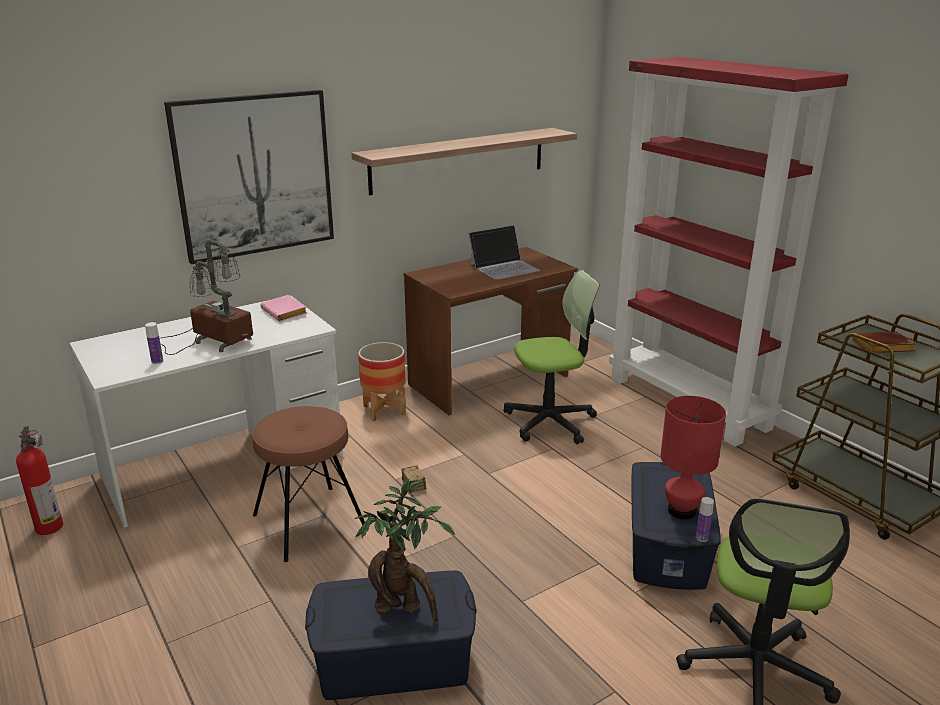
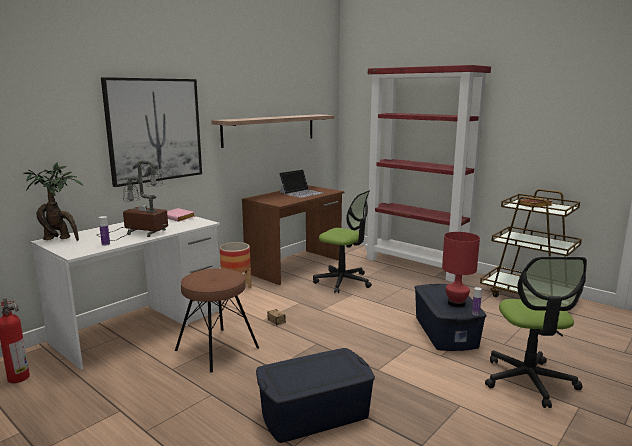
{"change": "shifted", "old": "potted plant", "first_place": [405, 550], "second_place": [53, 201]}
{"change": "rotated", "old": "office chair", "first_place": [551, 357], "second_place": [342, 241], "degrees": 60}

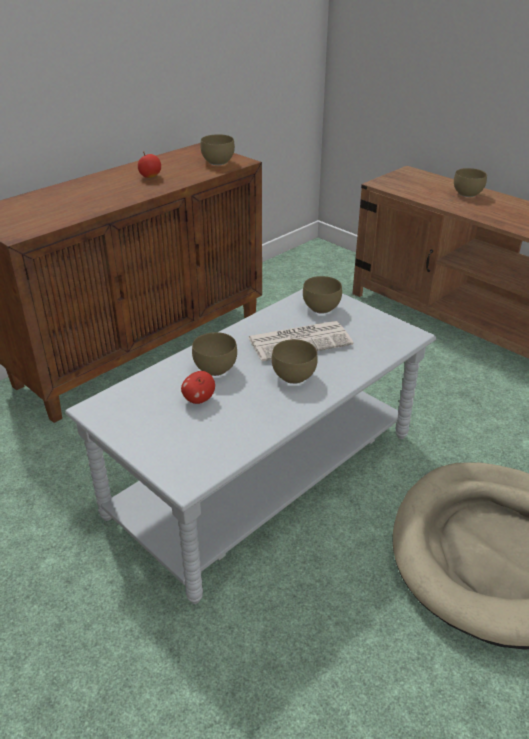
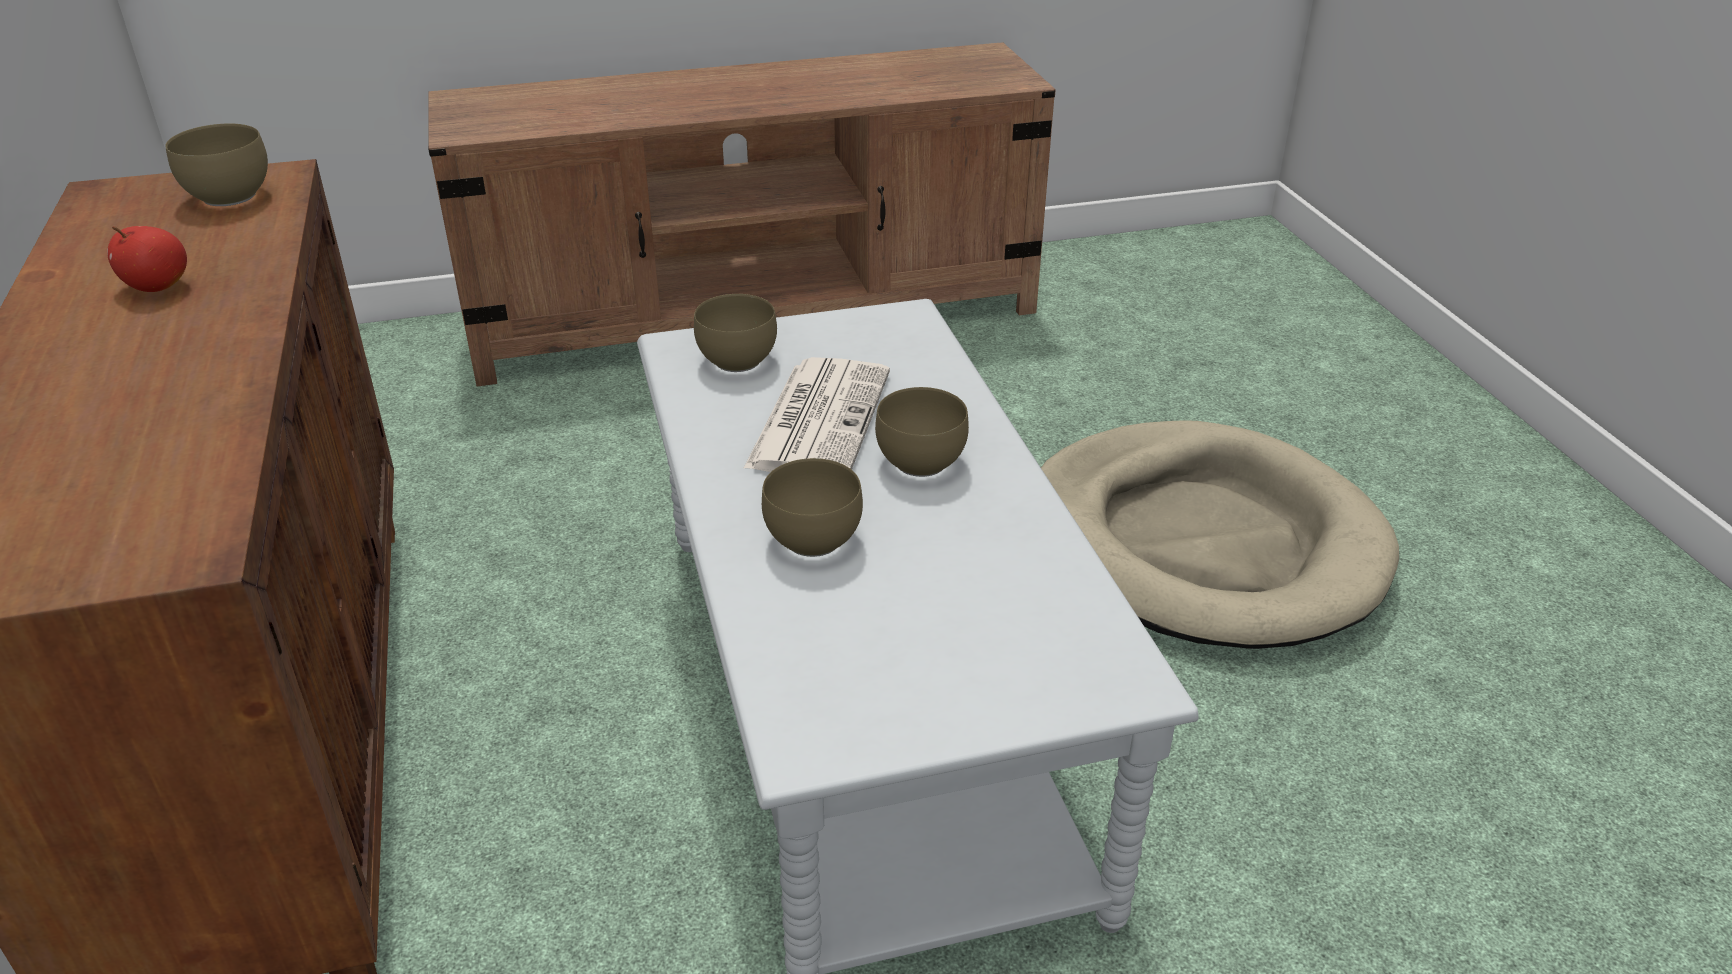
{"change": "gone", "old": "apple", "first_place": [198, 387]}
{"change": "gone", "old": "brown bowl", "first_place": [470, 182]}

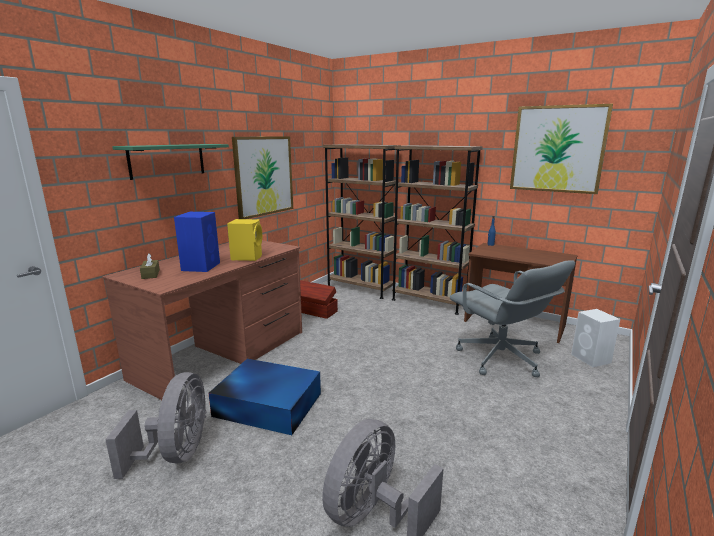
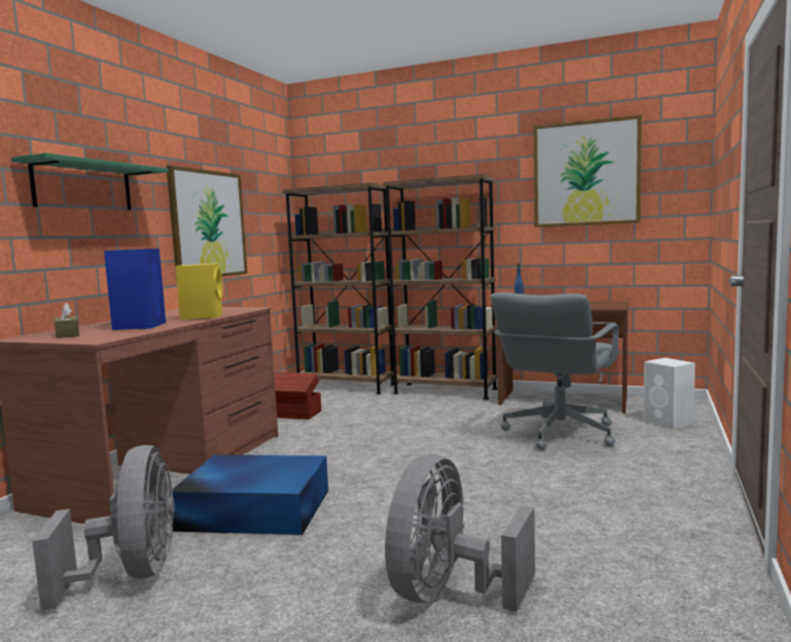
{"change": "rotated", "old": "grey office chair", "first_place": [512, 318], "second_place": [555, 371], "degrees": 75}

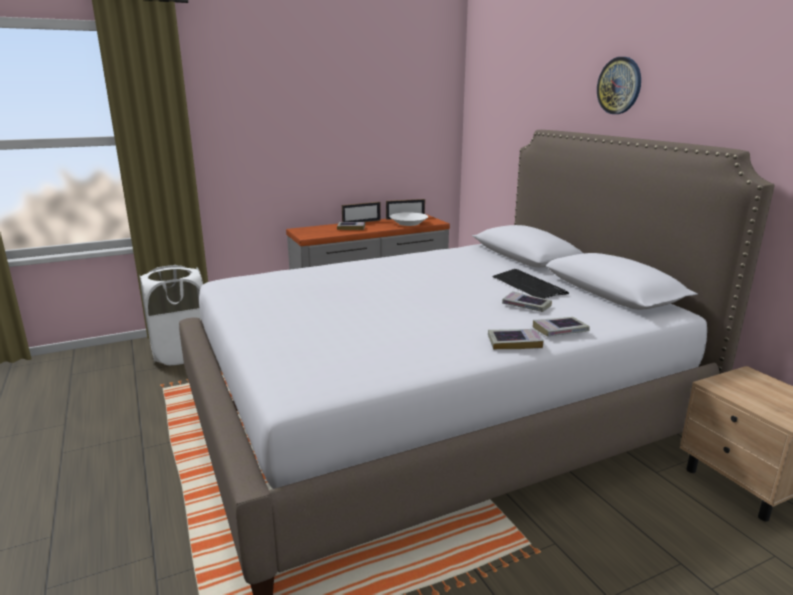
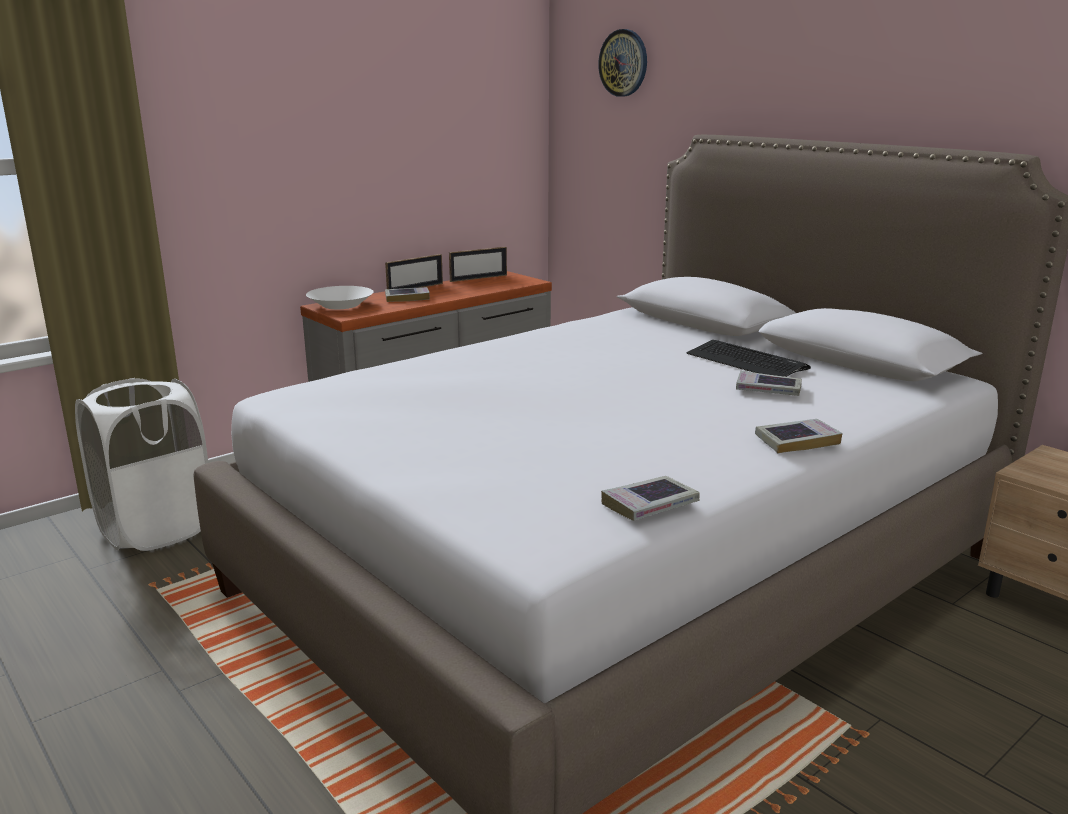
{"change": "shifted", "old": "white bowl", "first_place": [409, 219], "second_place": [340, 297]}
{"change": "shifted", "old": "book", "first_place": [561, 326], "second_place": [650, 498]}
{"change": "shifted", "old": "wall clock", "first_place": [619, 85], "second_place": [622, 63]}

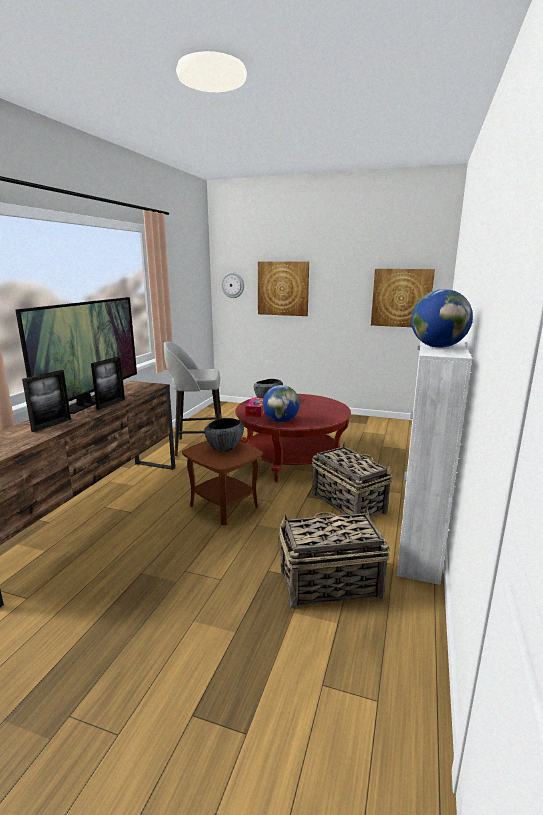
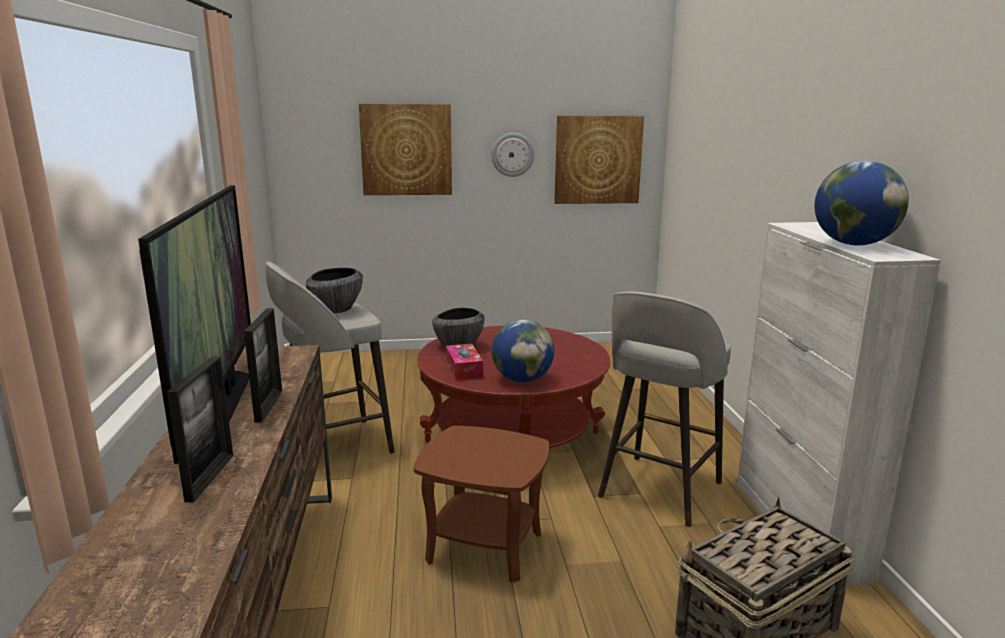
{"change": "shifted", "old": "bowl", "first_place": [224, 435], "second_place": [334, 290]}
{"change": "shifted", "old": "wall clock", "first_place": [232, 285], "second_place": [513, 155]}
{"change": "swapped", "old": "basket", "new": "grey stool", "first_place": [352, 479], "second_place": [664, 409]}

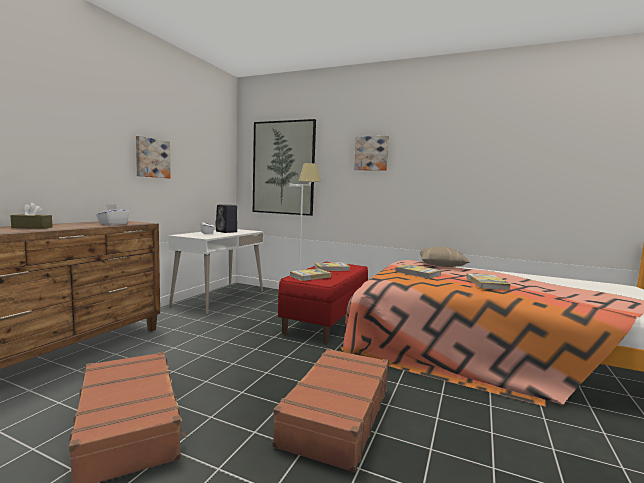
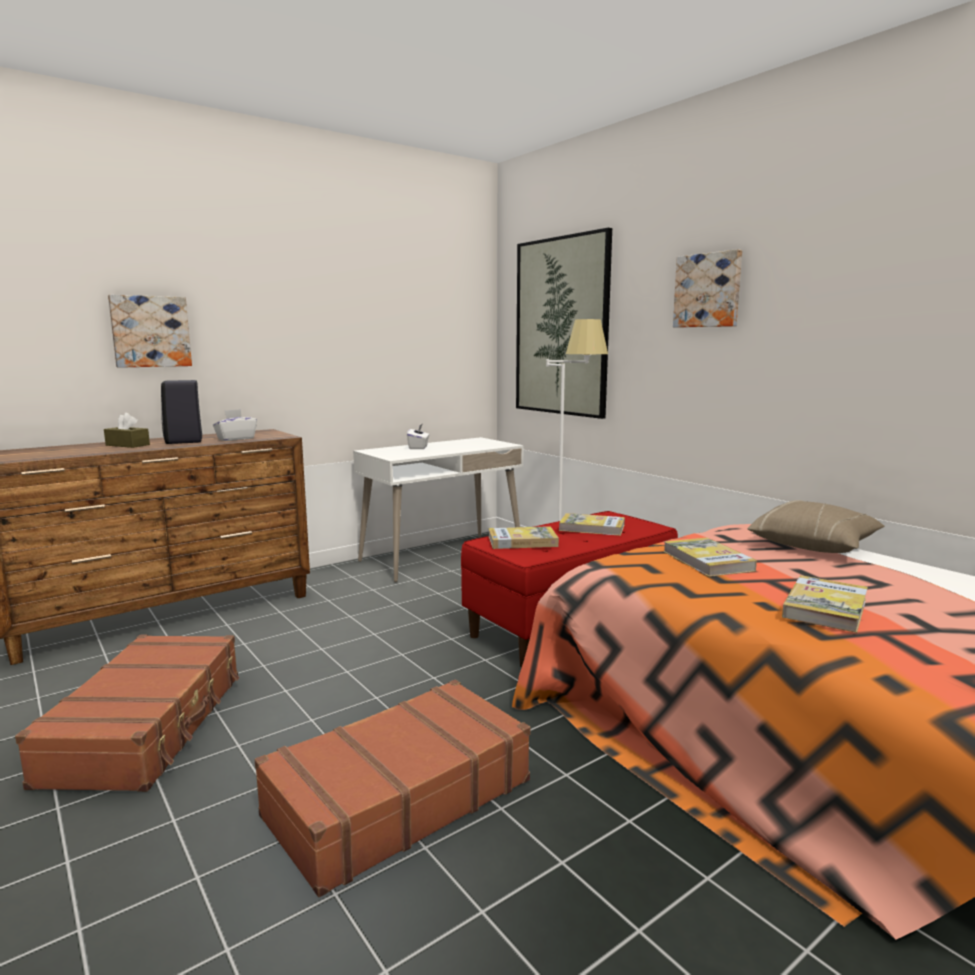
{"change": "shifted", "old": "picture", "first_place": [153, 157], "second_place": [150, 331]}
{"change": "shifted", "old": "black speaker", "first_place": [226, 219], "second_place": [181, 412]}

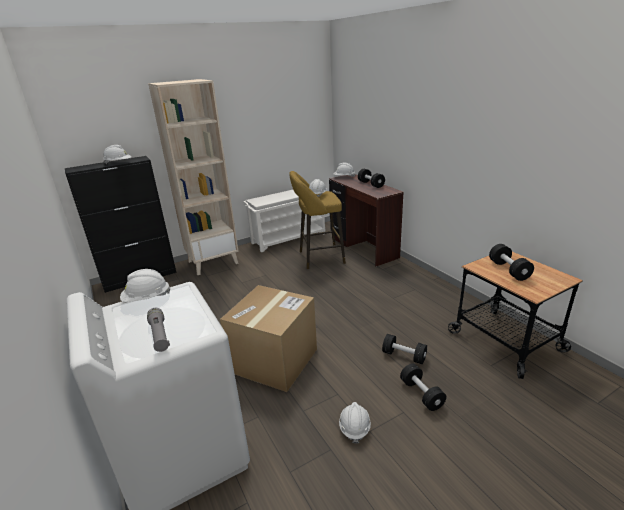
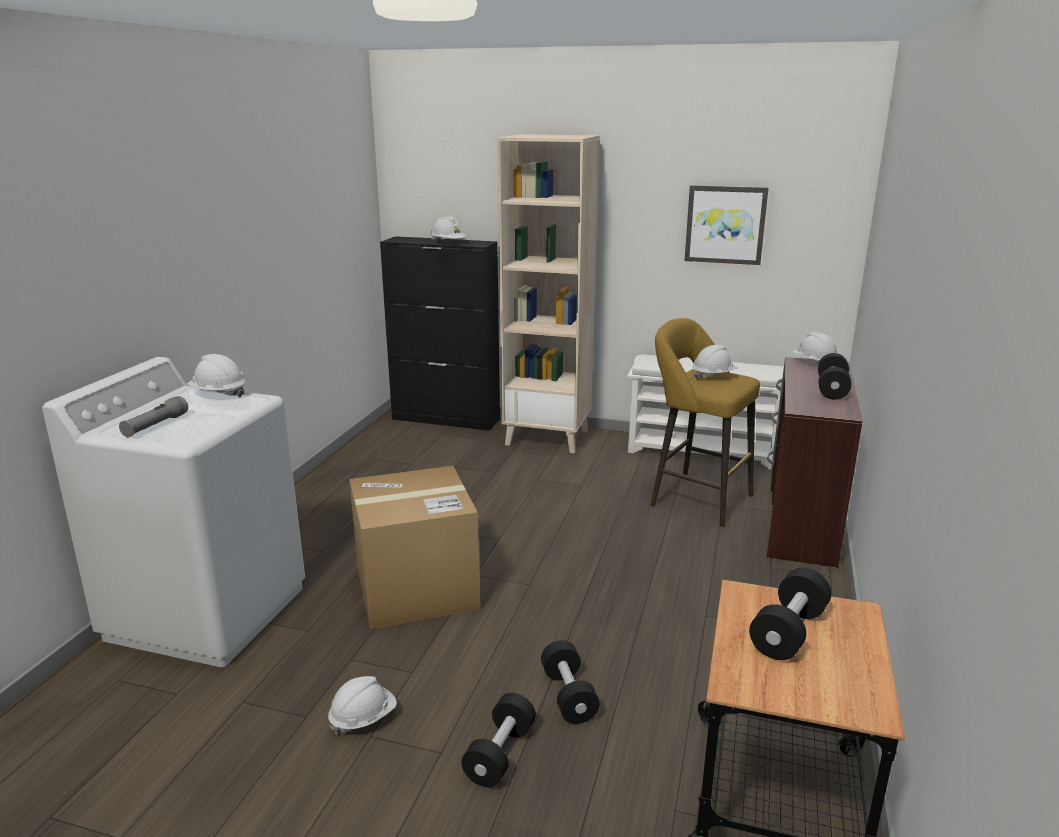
{"change": "new", "new": "picture", "second_place": [726, 225]}

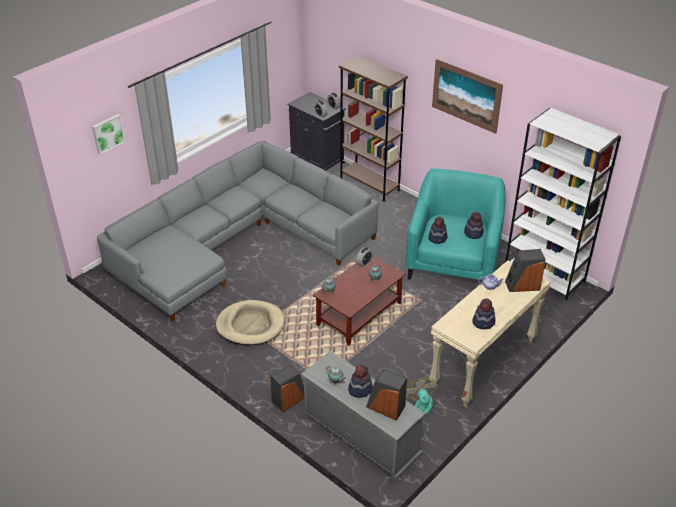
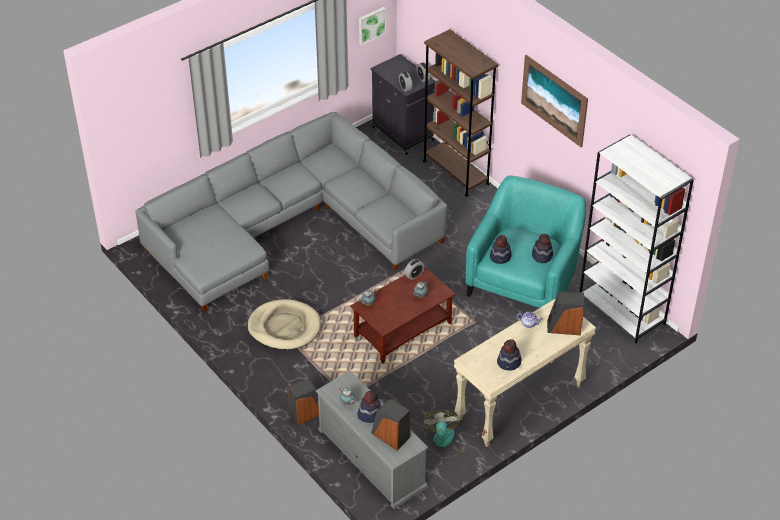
{"change": "shifted", "old": "picture", "first_place": [108, 134], "second_place": [372, 26]}

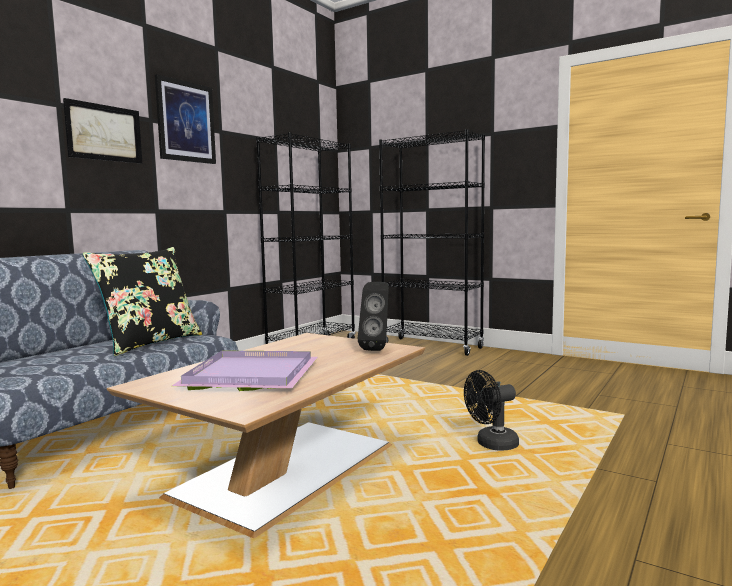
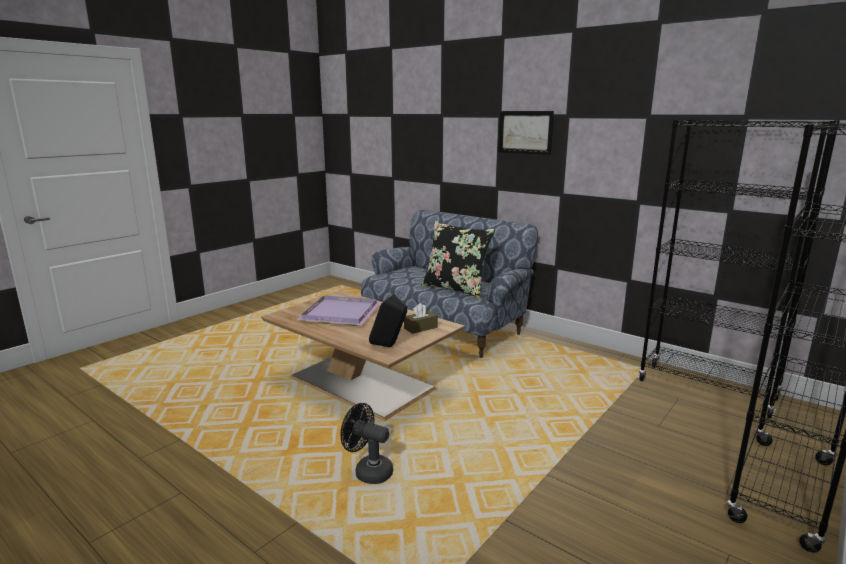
{"change": "gone", "old": "picture", "first_place": [185, 119]}
{"change": "new", "new": "brown tissue box", "second_place": [421, 318]}
{"change": "rotated", "old": "black fan", "first_place": [491, 410], "second_place": [366, 443], "degrees": -45}

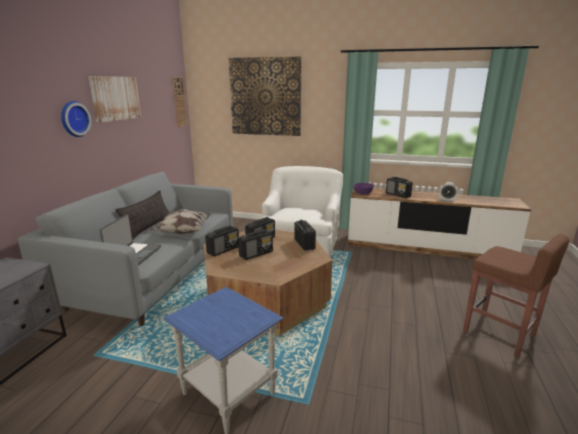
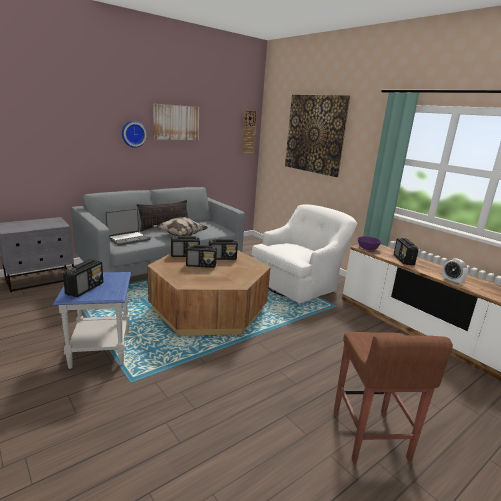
{"change": "shifted", "old": "radio", "first_place": [305, 235], "second_place": [83, 278]}

